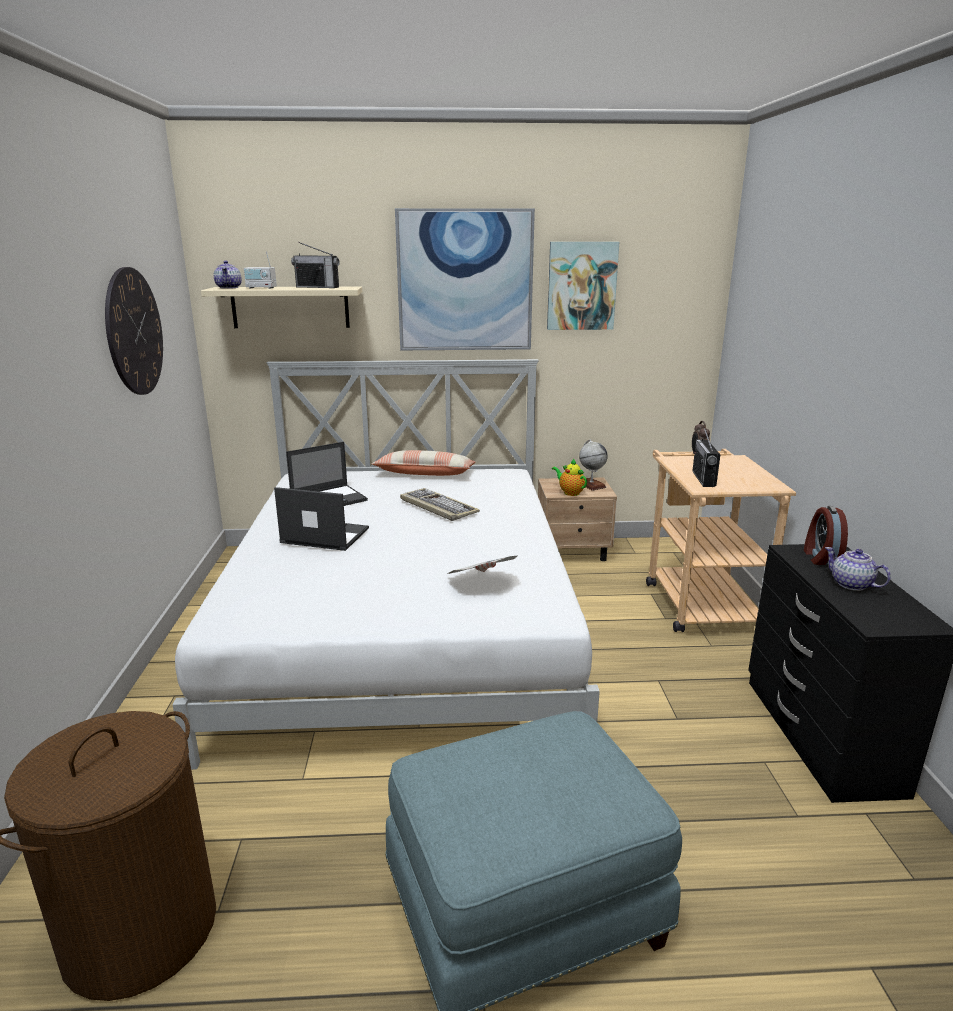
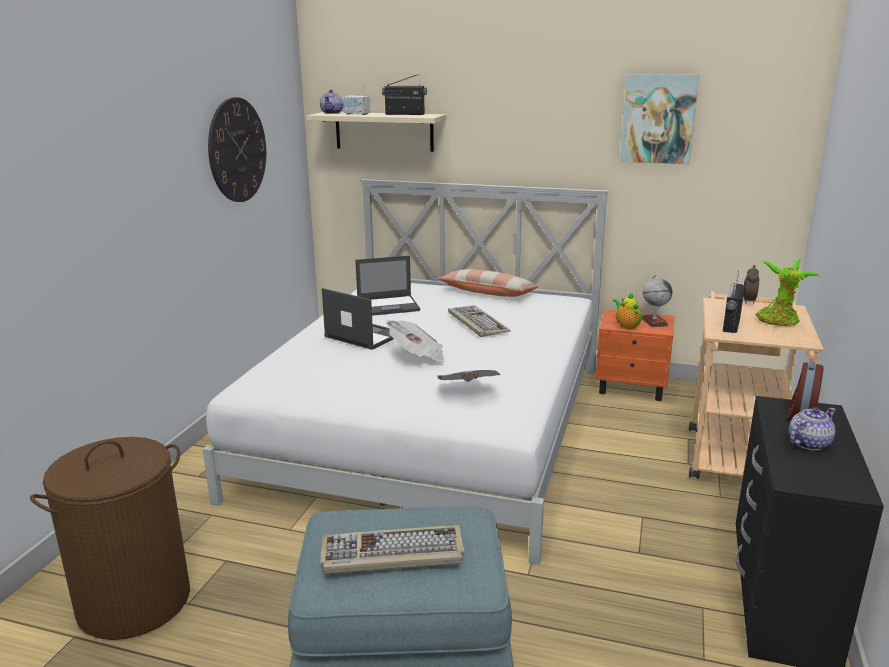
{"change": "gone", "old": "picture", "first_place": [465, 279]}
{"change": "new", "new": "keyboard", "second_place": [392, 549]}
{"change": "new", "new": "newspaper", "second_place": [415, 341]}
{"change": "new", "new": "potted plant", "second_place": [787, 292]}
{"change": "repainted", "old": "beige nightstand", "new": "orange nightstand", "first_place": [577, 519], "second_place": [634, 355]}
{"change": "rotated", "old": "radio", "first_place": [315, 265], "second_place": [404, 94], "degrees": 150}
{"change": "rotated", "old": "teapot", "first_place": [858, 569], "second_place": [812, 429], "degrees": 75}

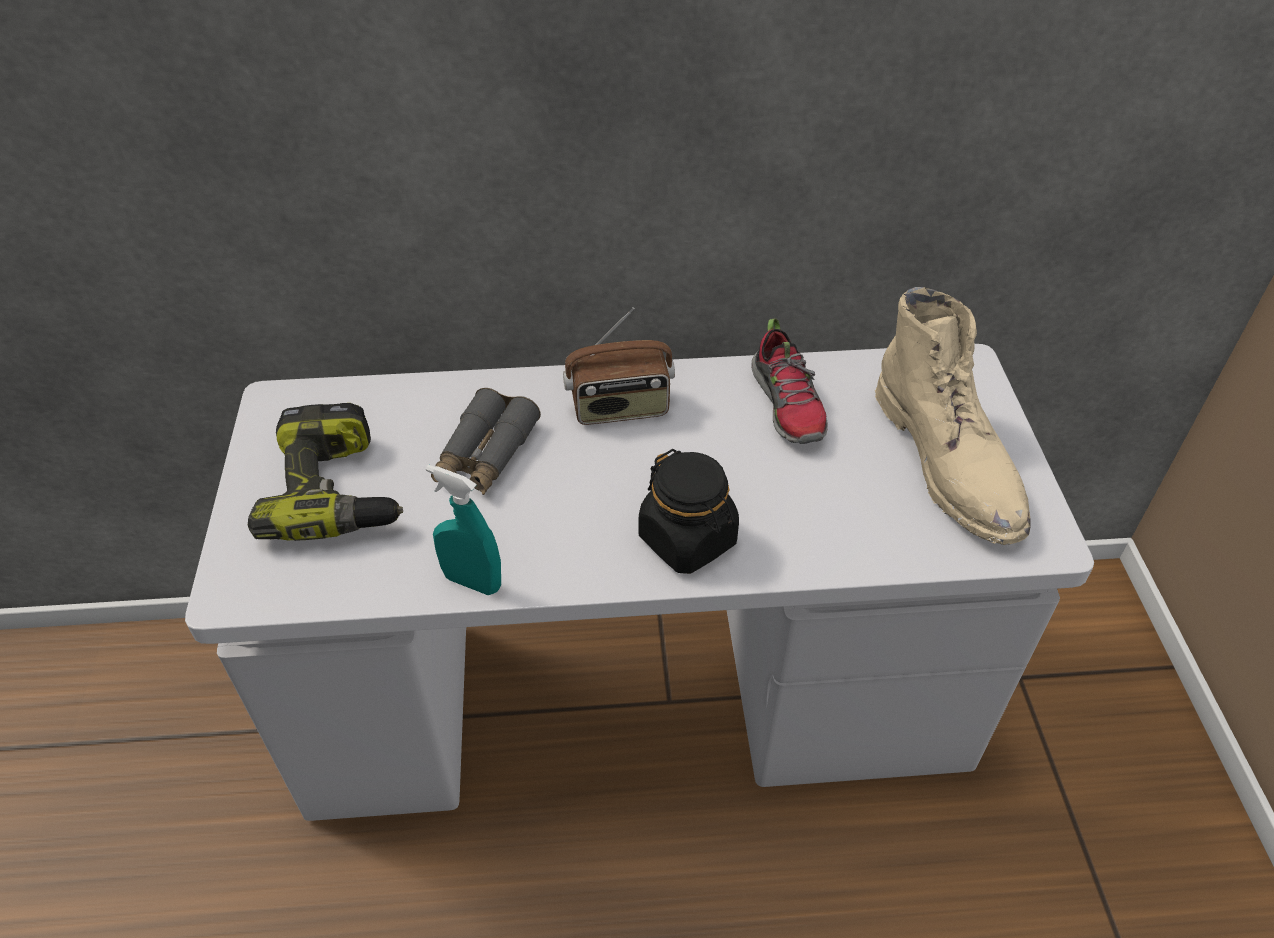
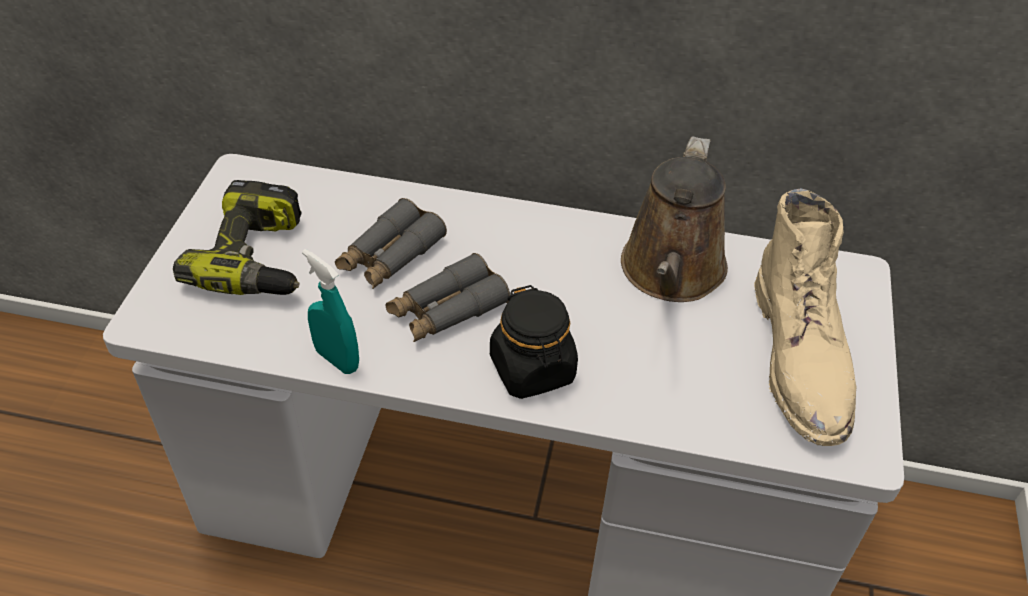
{"change": "gone", "old": "radio", "first_place": [619, 366]}
{"change": "new", "new": "grey binoculars", "second_place": [447, 298]}
{"change": "swapped", "old": "shoe", "new": "brown watering can", "first_place": [789, 381], "second_place": [674, 219]}

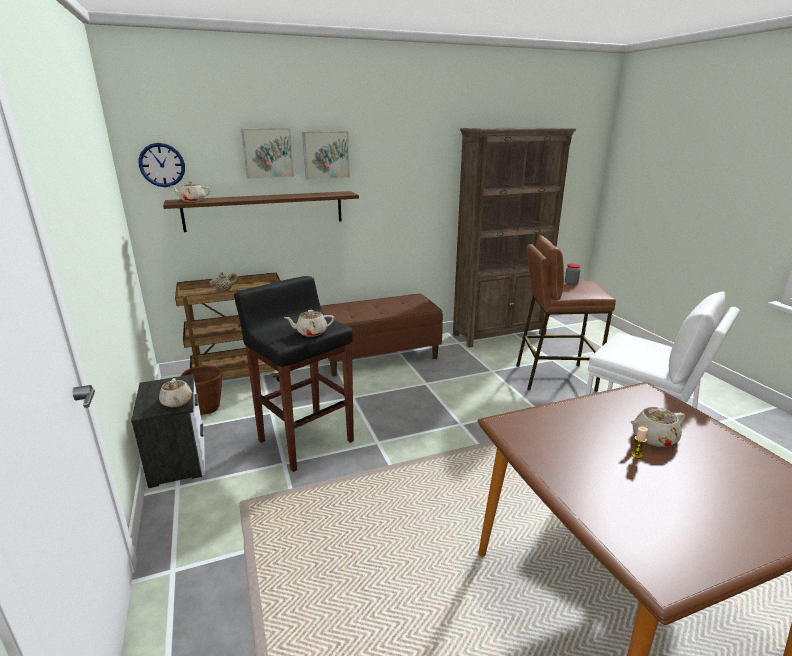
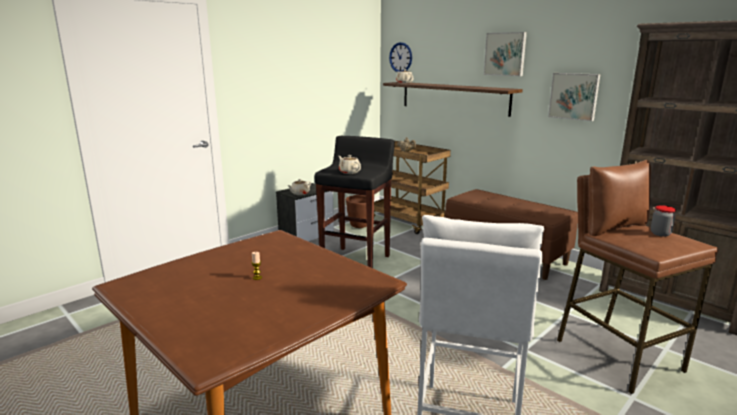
{"change": "gone", "old": "beige teapot", "first_place": [657, 427]}
{"change": "shifted", "old": "picture", "first_place": [267, 153], "second_place": [574, 97]}

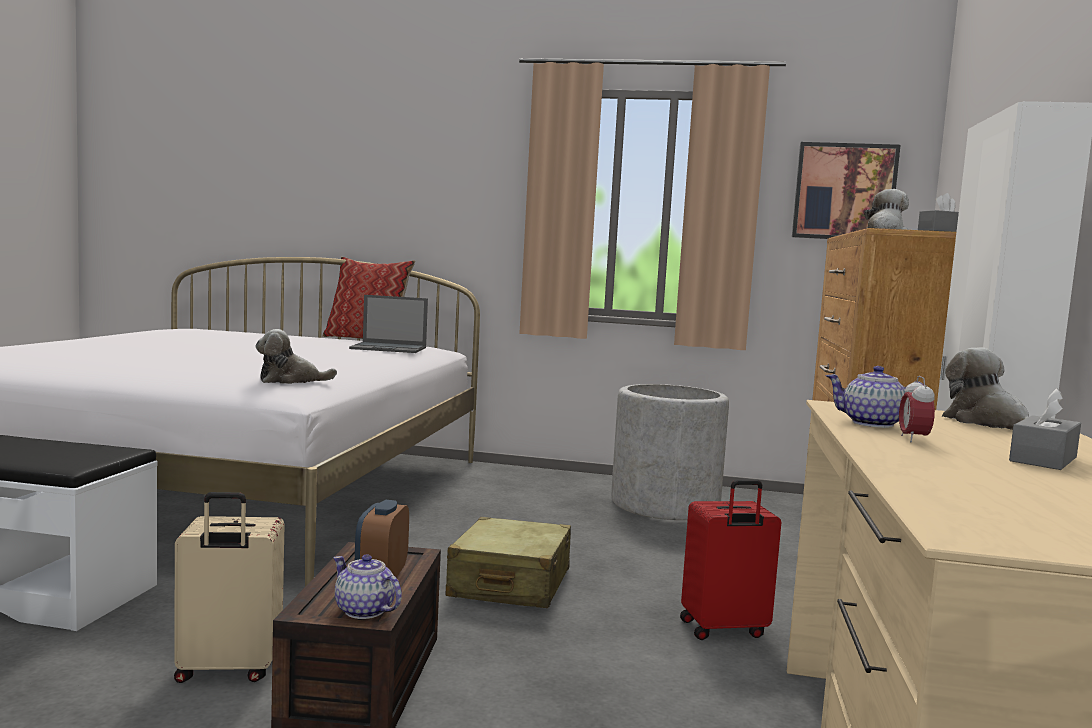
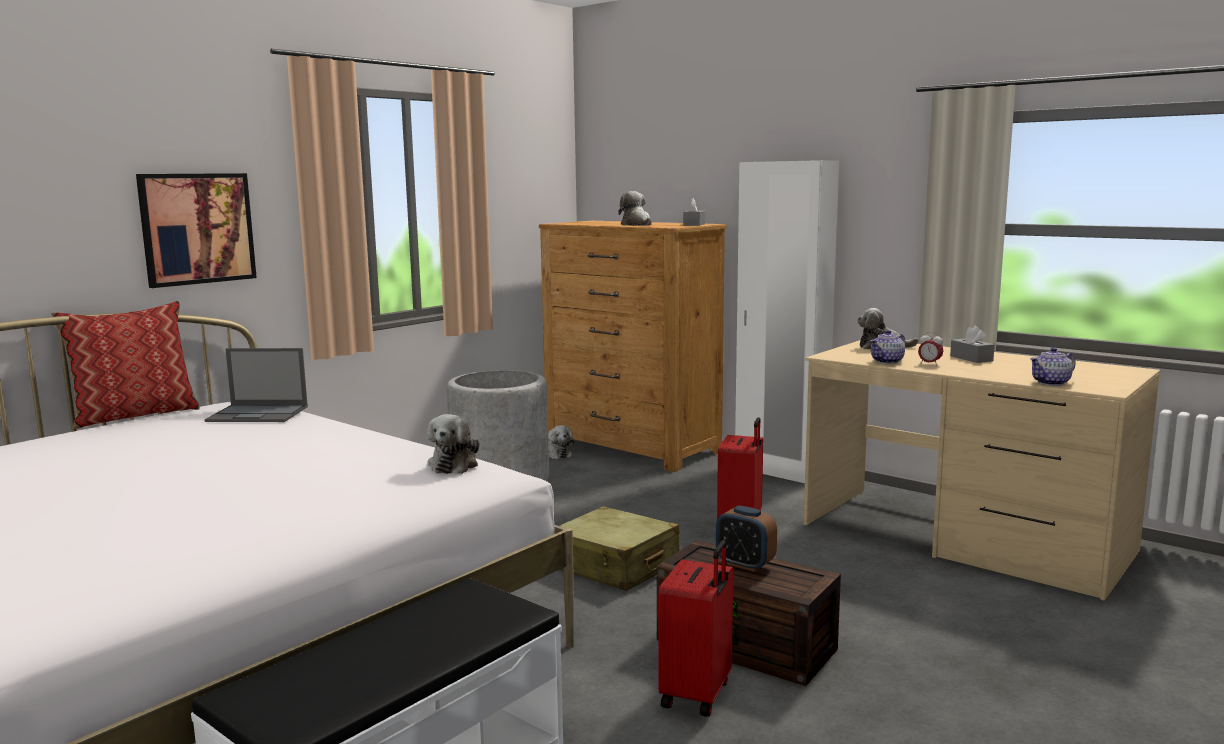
{"change": "new", "new": "plush toy", "second_place": [561, 442]}
{"change": "shifted", "old": "teapot", "first_place": [367, 586], "second_place": [1053, 366]}
{"change": "shifted", "old": "picture", "first_place": [846, 190], "second_place": [196, 230]}
{"change": "repainted", "old": "beige suitcase", "new": "red suitcase", "first_place": [229, 587], "second_place": [695, 628]}
{"change": "rotated", "old": "laptop", "first_place": [388, 324], "second_place": [256, 385], "degrees": 60}

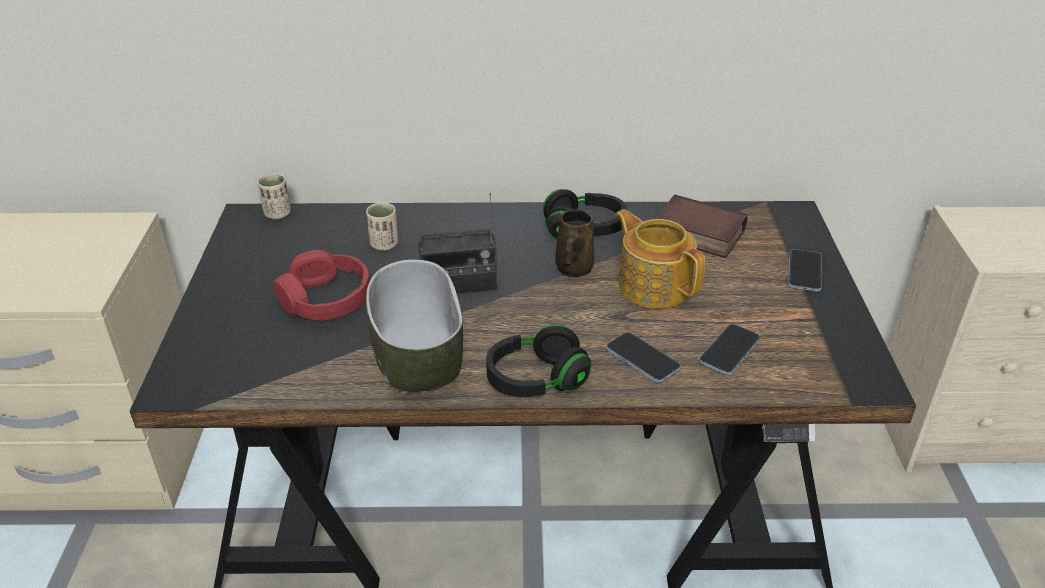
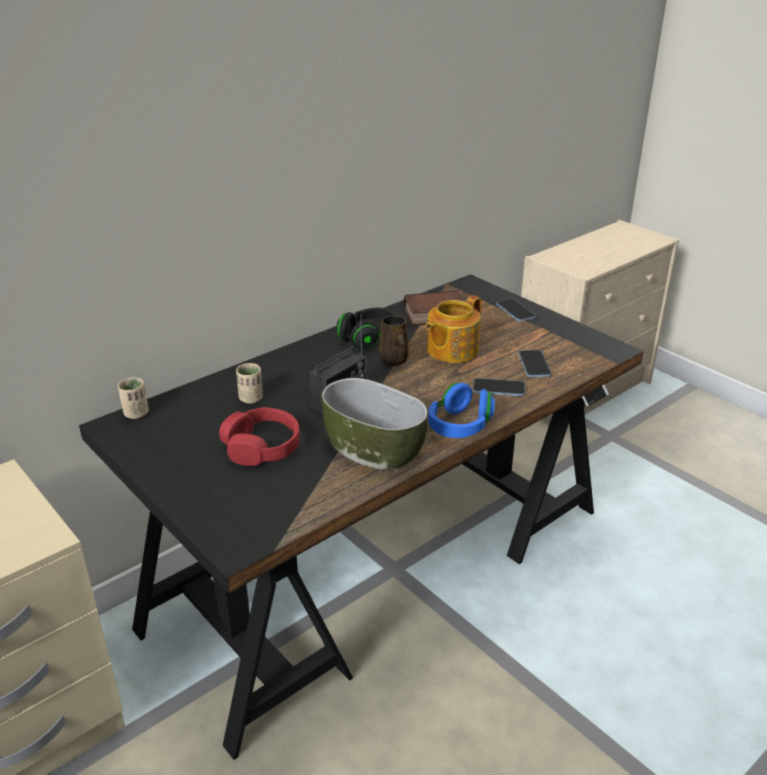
{"change": "repainted", "old": "black headphones", "new": "blue headphones", "first_place": [539, 360], "second_place": [461, 410]}
{"change": "rotated", "old": "teapot", "first_place": [660, 259], "second_place": [454, 329], "degrees": -60}

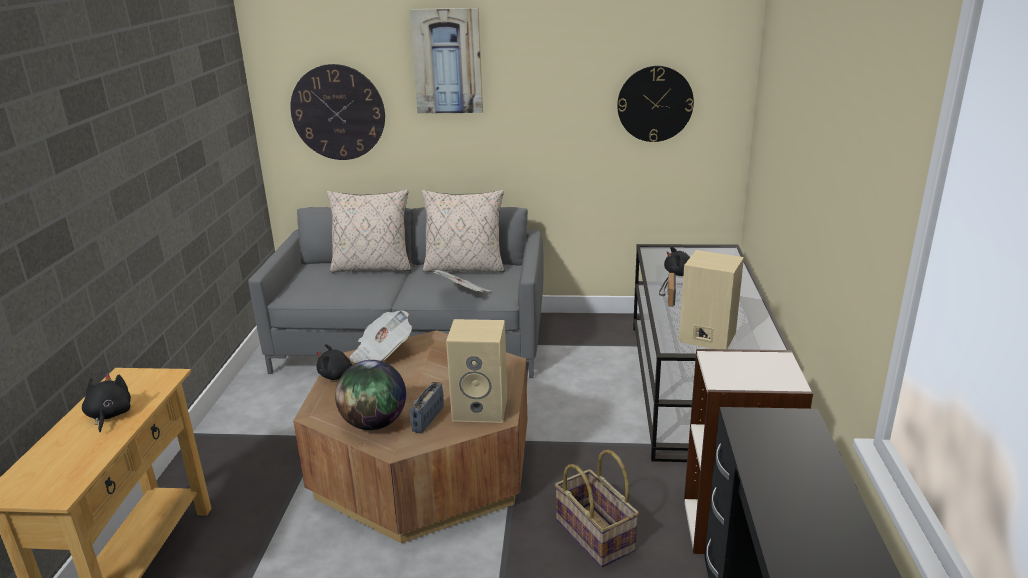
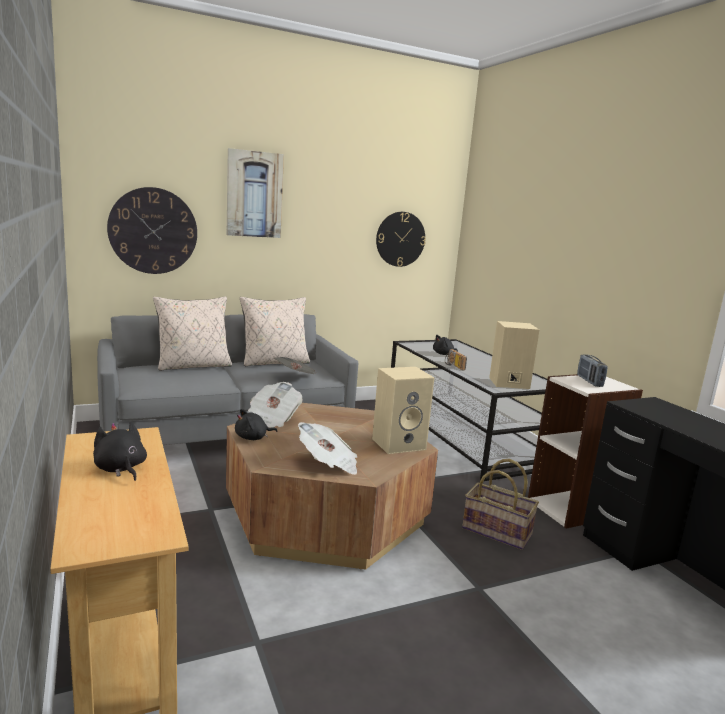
{"change": "shifted", "old": "radio", "first_place": [427, 407], "second_place": [592, 371]}
{"change": "swapped", "old": "globe", "new": "newspaper", "first_place": [370, 395], "second_place": [327, 448]}

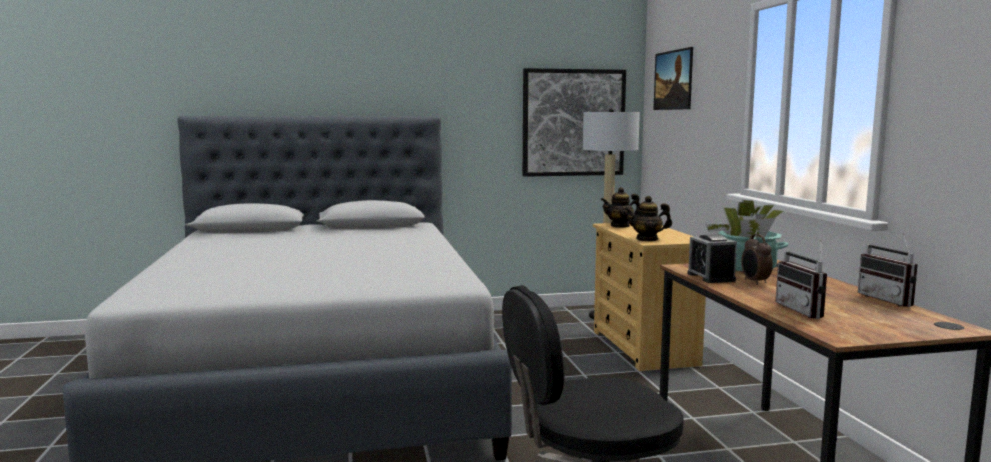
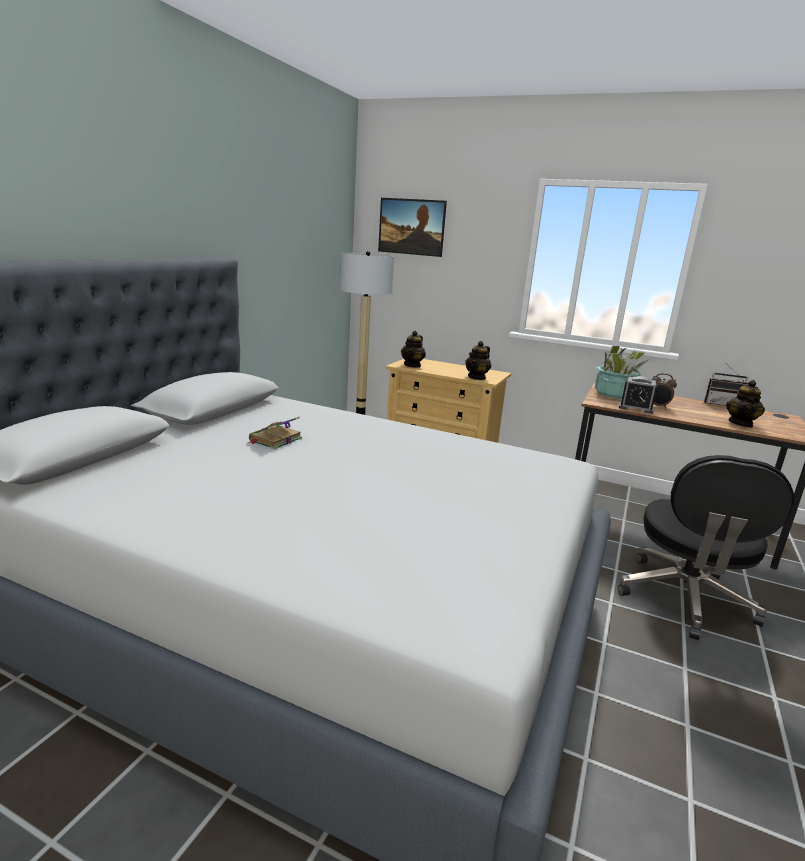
{"change": "gone", "old": "picture", "first_place": [574, 122]}
{"change": "new", "new": "book", "second_place": [275, 433]}
{"change": "swapped", "old": "radio", "new": "teapot", "first_place": [801, 279], "second_place": [745, 403]}

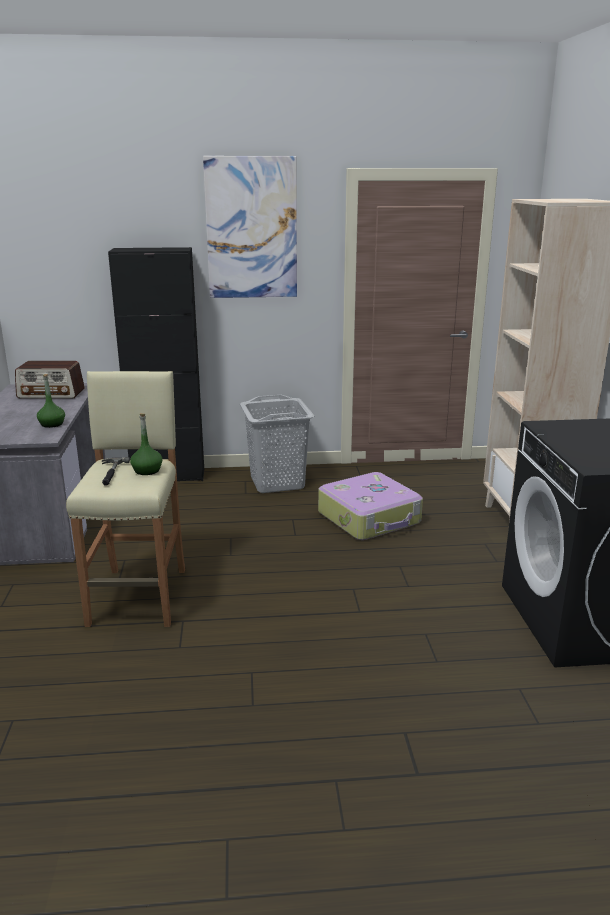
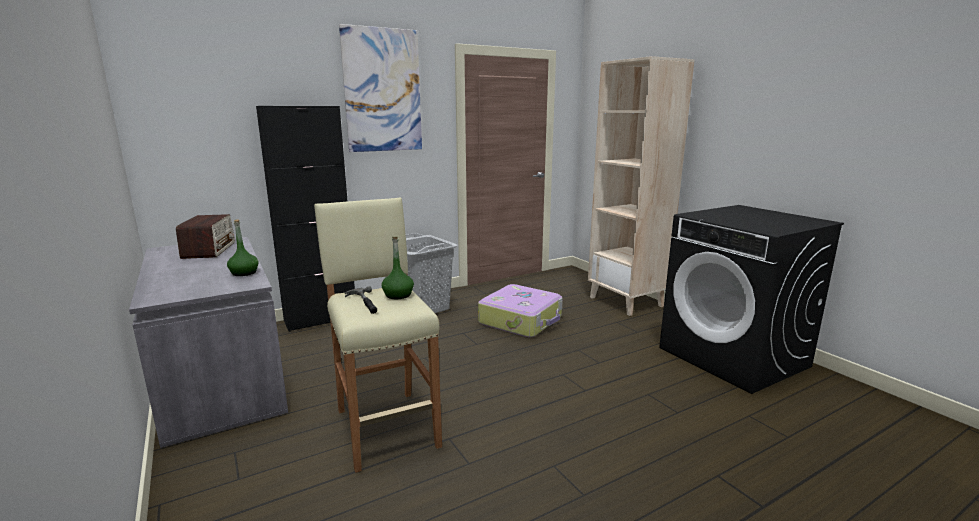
{"change": "rotated", "old": "radio", "first_place": [50, 380], "second_place": [205, 236], "degrees": -75}

